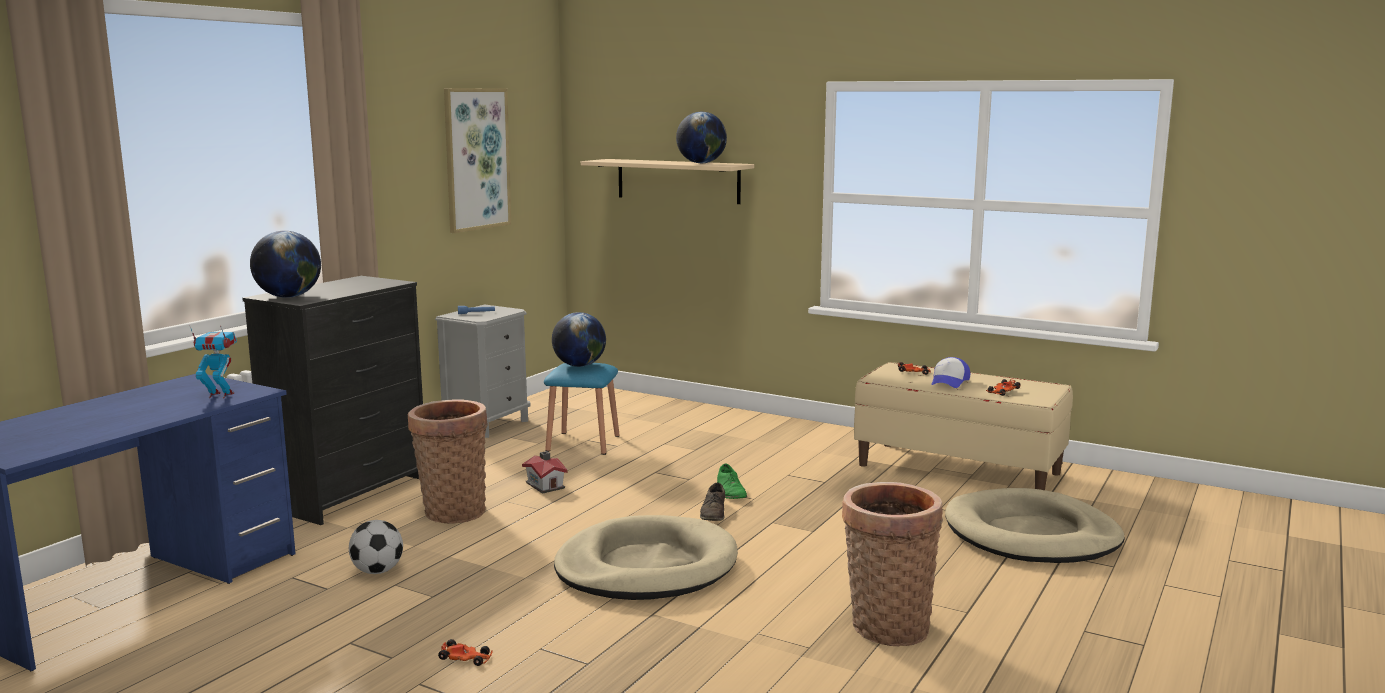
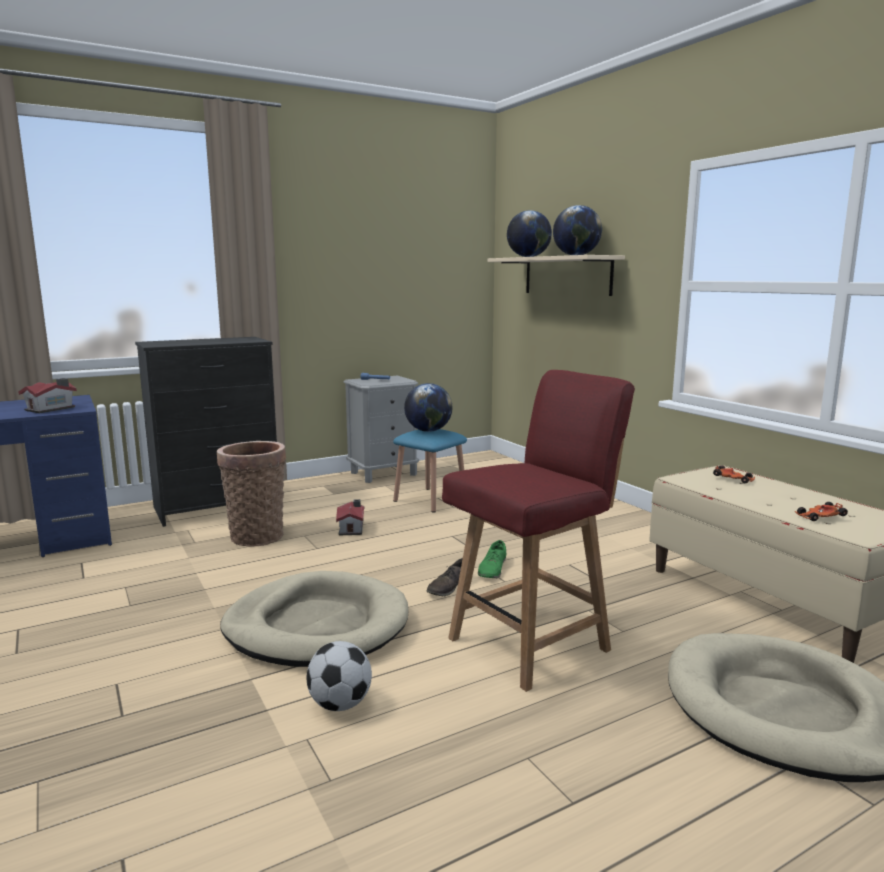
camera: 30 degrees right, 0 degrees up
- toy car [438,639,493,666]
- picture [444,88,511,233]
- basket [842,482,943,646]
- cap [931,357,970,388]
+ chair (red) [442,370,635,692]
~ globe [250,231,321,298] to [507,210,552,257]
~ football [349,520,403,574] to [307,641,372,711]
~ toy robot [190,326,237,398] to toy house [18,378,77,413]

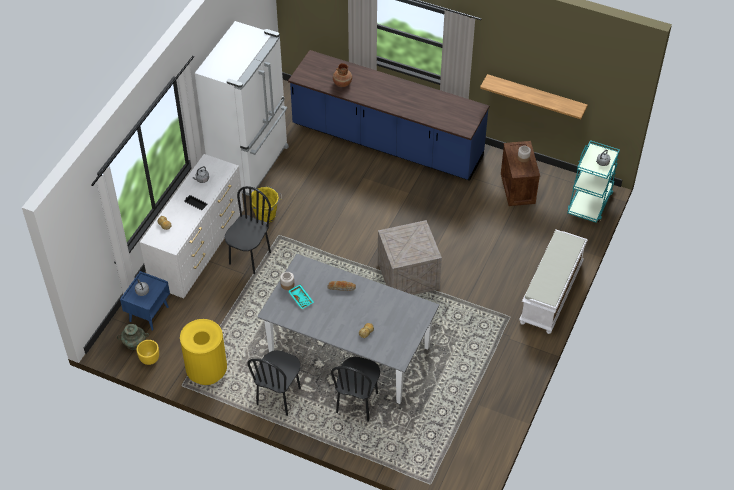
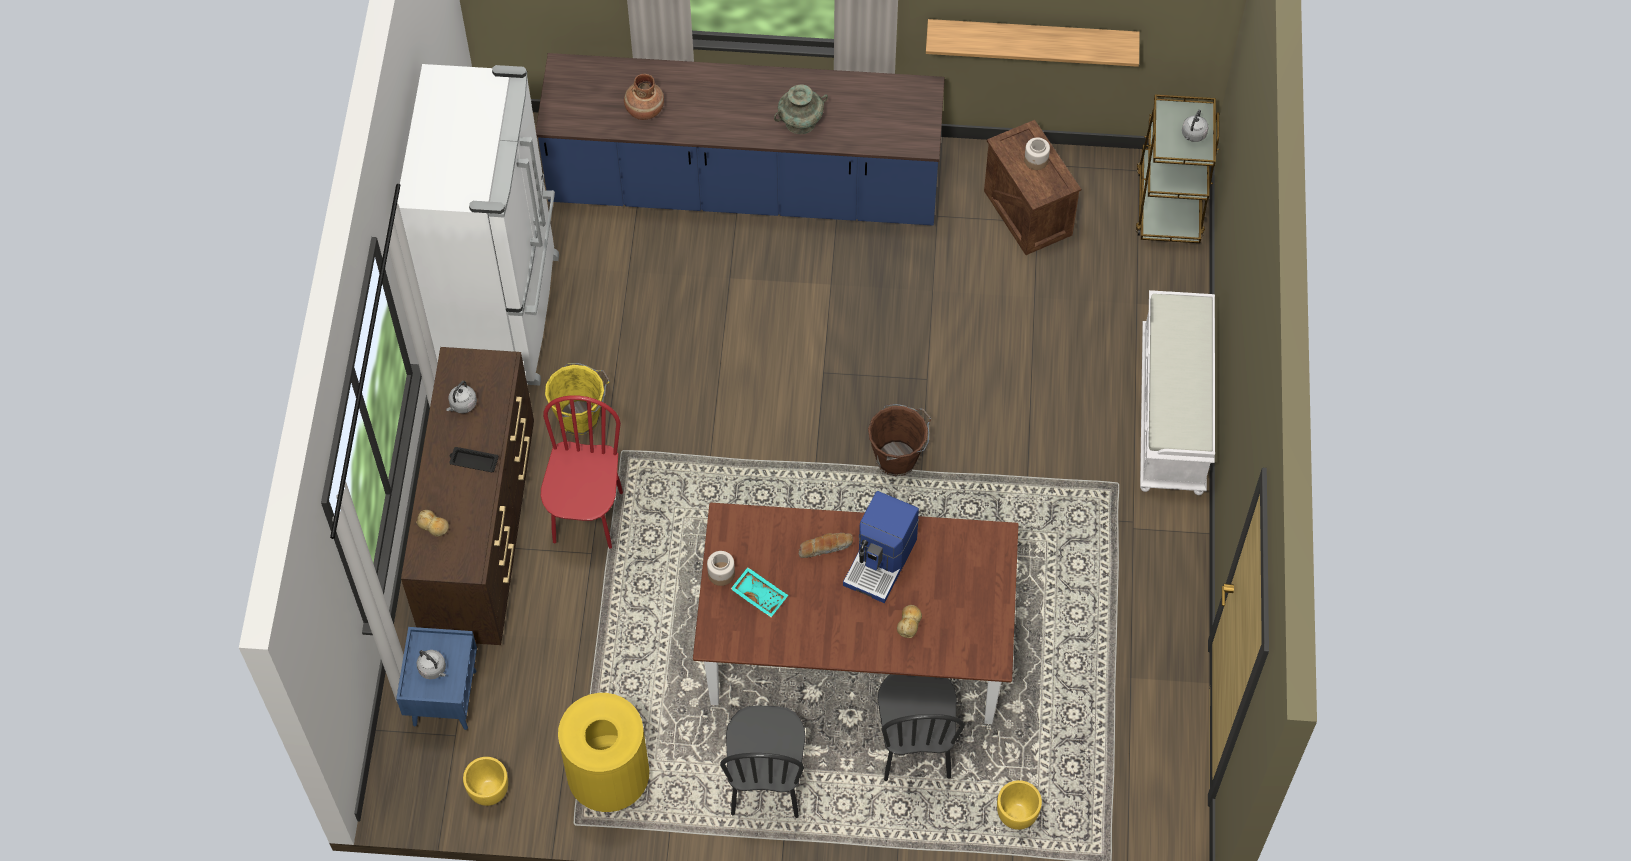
camera: 20 degrees left, 10 degrees up
+ coffee machine [843,491,919,603]
+ planter (yellow) [997,780,1042,830]
~ vase (turquoise) [117,324,149,350] to [774,84,828,134]
~ crate [378,220,442,295] to bucket (brown) [868,404,931,477]
~ dresser (white) [140,154,244,298] to dresser (brown) [401,347,534,645]
~ chair (black) [225,186,271,274] to chair (red) [541,395,623,549]
~ dining table (grey) [257,254,440,404] to dining table (brown) [693,503,1018,724]
~ cart (turquoise) [567,140,620,223] to cart (brown) [1136,95,1219,243]

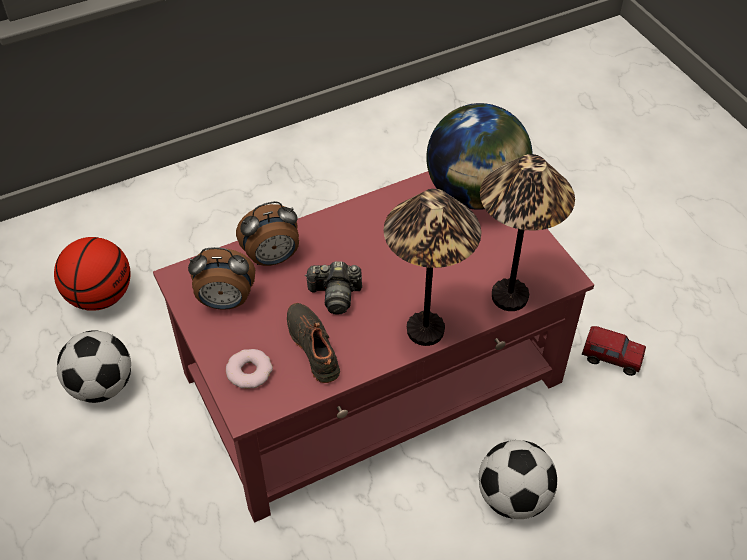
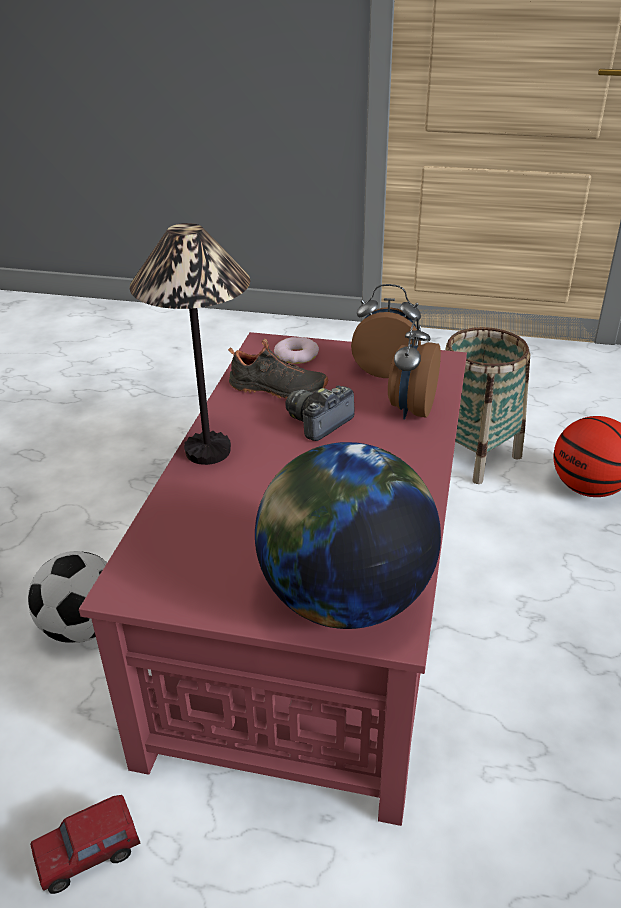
camera: 130 degrees right, 15 degrees down
- table lamp [480,154,575,311]
~ football [57,330,131,403] to basket [445,327,530,484]
~ alarm clock [188,247,255,310] = [351,284,421,378] 60 degrees clockwise

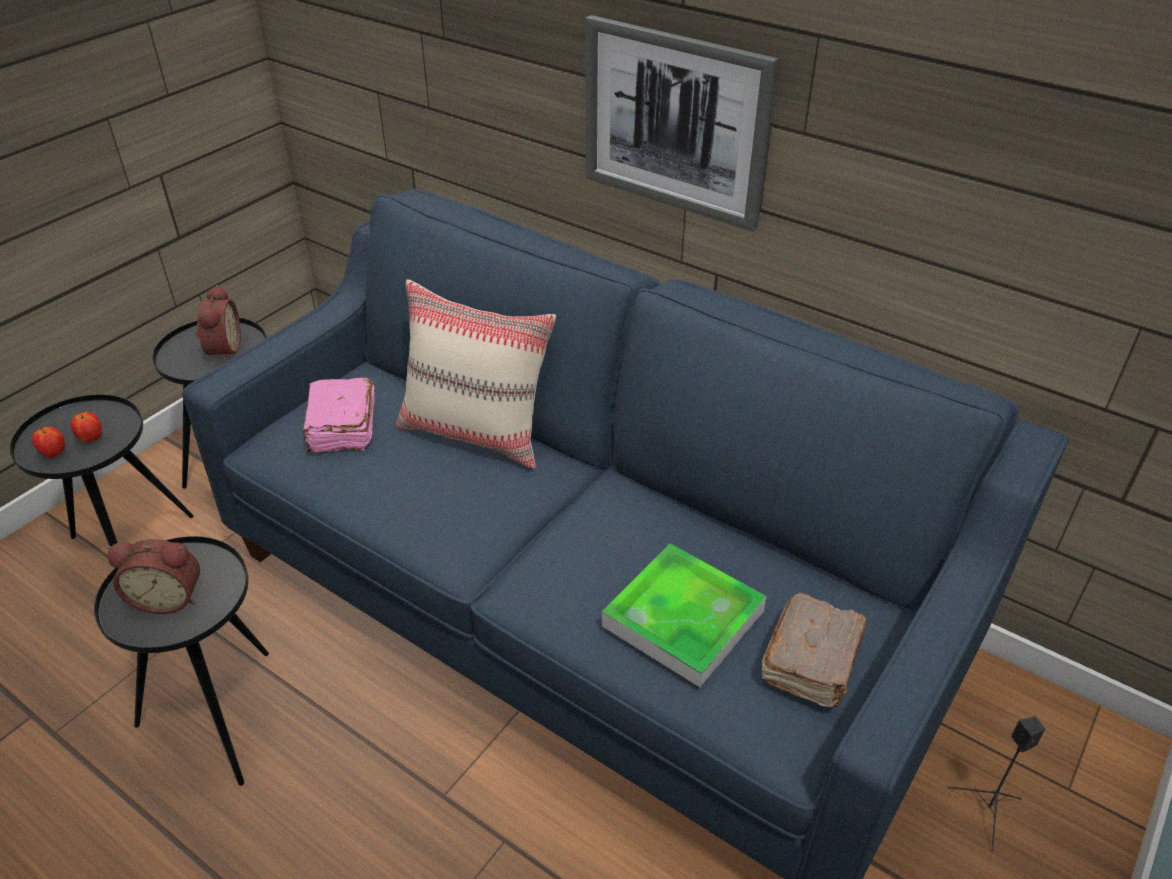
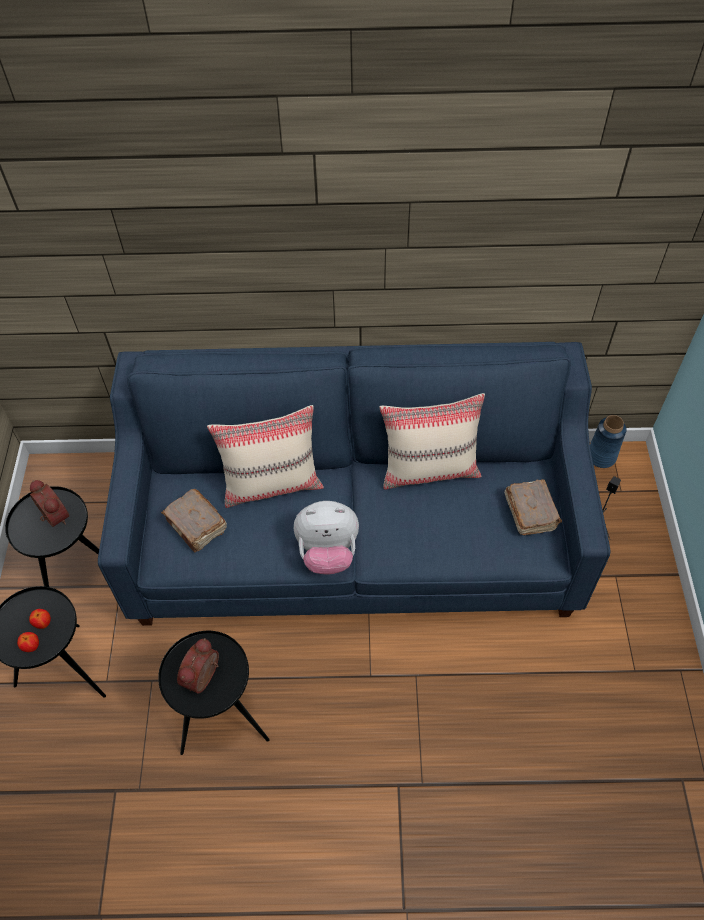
camera: 35 degrees left, 15 degrees up
- picture [586,15,779,232]
- tray [602,543,767,687]
+ plush toy [294,501,359,575]
+ pillow (beige) [379,393,485,490]
+ vase (blue) [590,415,627,468]
~ book (pink) [303,378,375,453] to book (brown) [161,489,227,552]
~ alarm clock [108,539,200,614] = [177,638,219,693] 150 degrees clockwise

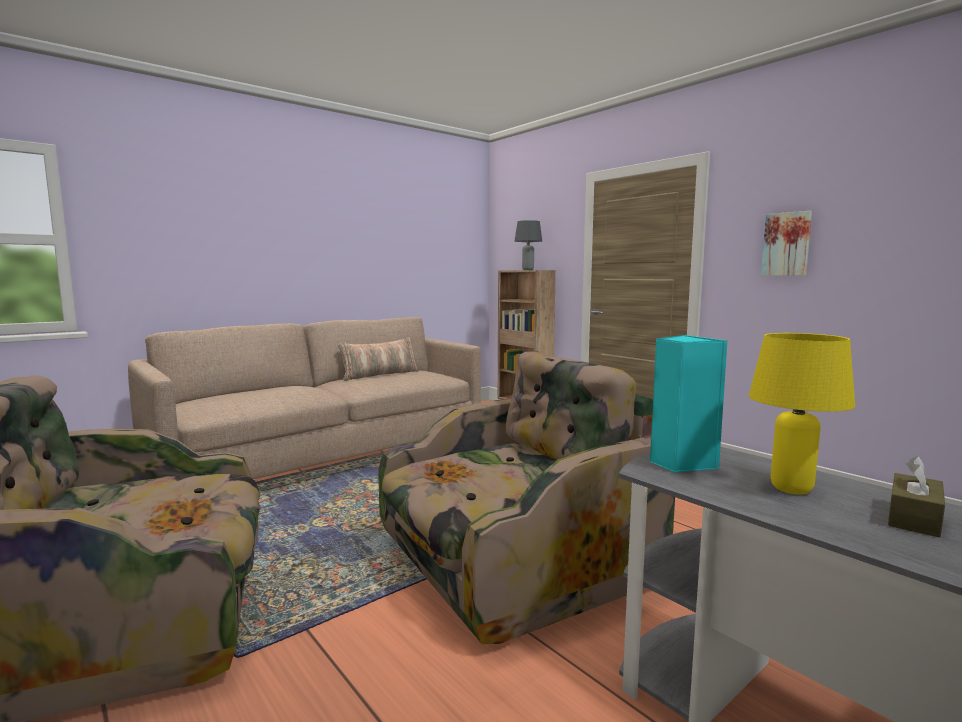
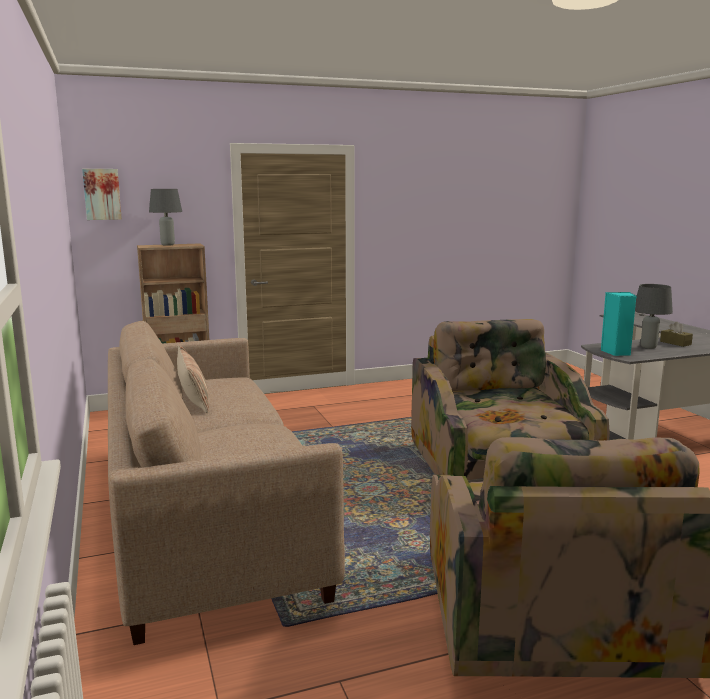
camera: 70 degrees left, 5 degrees up
~ picture [761,211,812,276] to [82,169,122,220]
~ table lamp (yellow) [749,333,855,495] to table lamp (grey) [635,284,673,349]

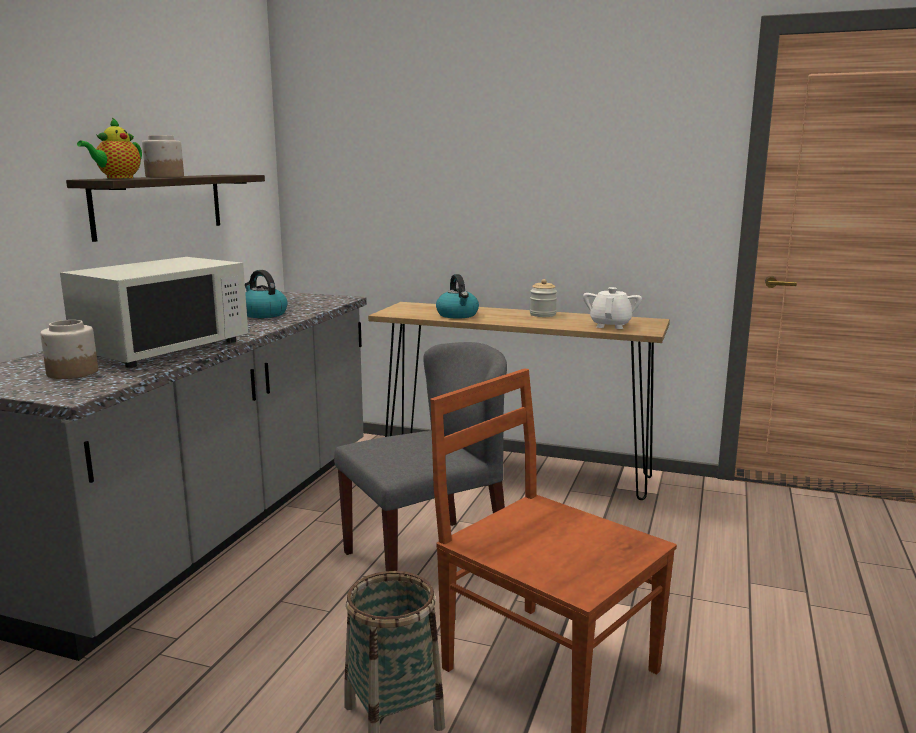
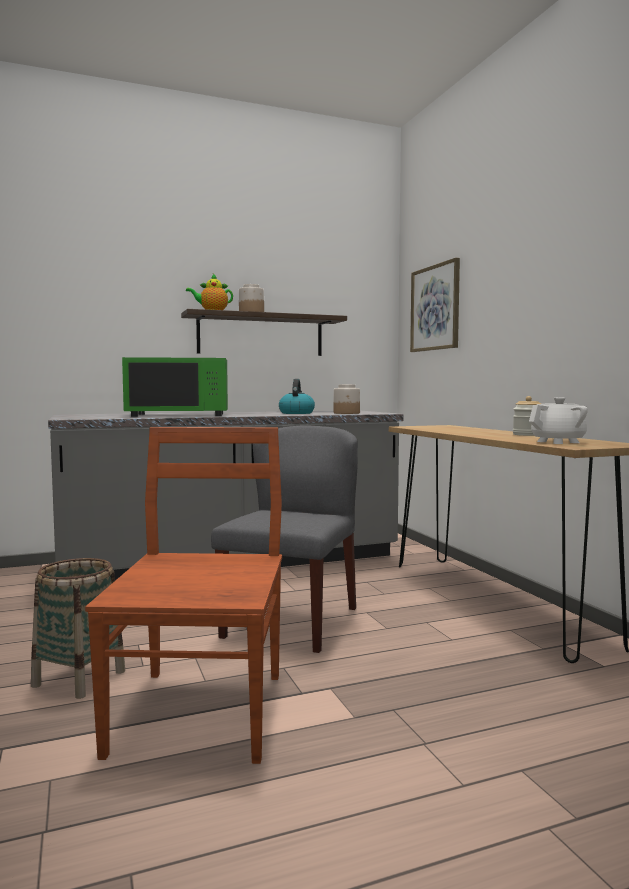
camera: 50 degrees right, 10 degrees down
- kettle [436,274,479,319]
+ picture [410,258,460,352]
~ jar [40,320,98,379] to [334,384,360,414]
~ microwave (white) [60,257,248,368] to microwave (green) [122,357,228,417]
~ chair (grey) [334,342,507,571] = [211,425,358,653] 90 degrees counterclockwise

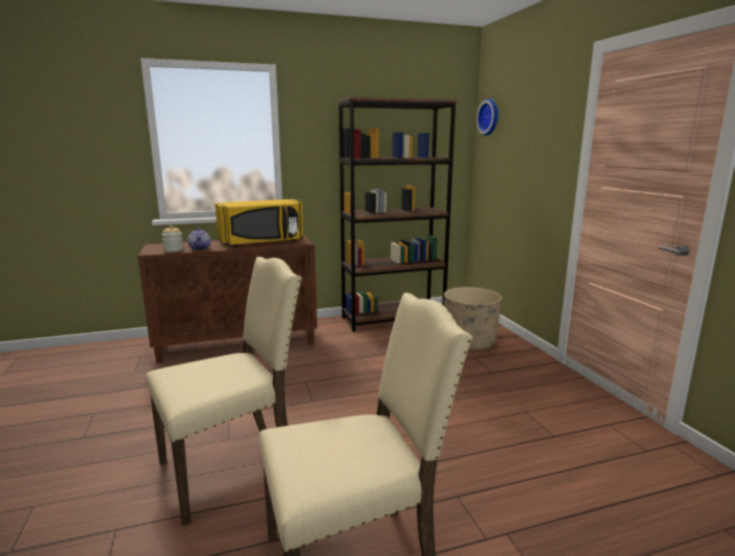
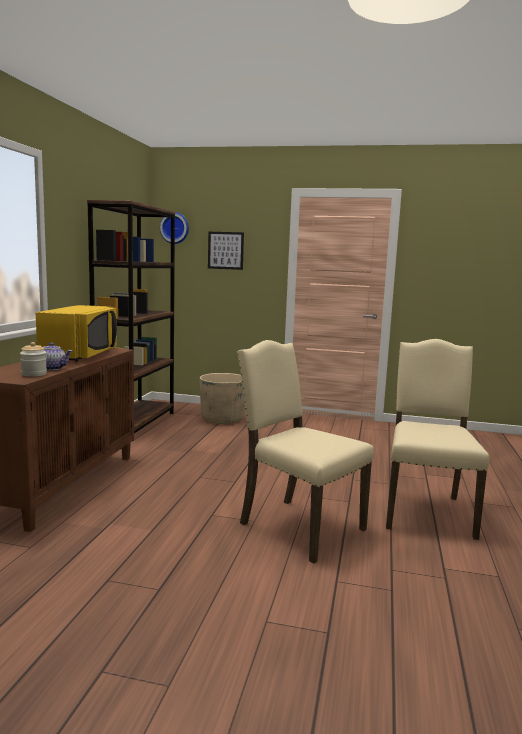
camera: 60 degrees left, 5 degrees down
+ picture [208,232,244,270]
~ chair (beige) [146,257,302,526] = [237,340,374,564] 45 degrees counterclockwise

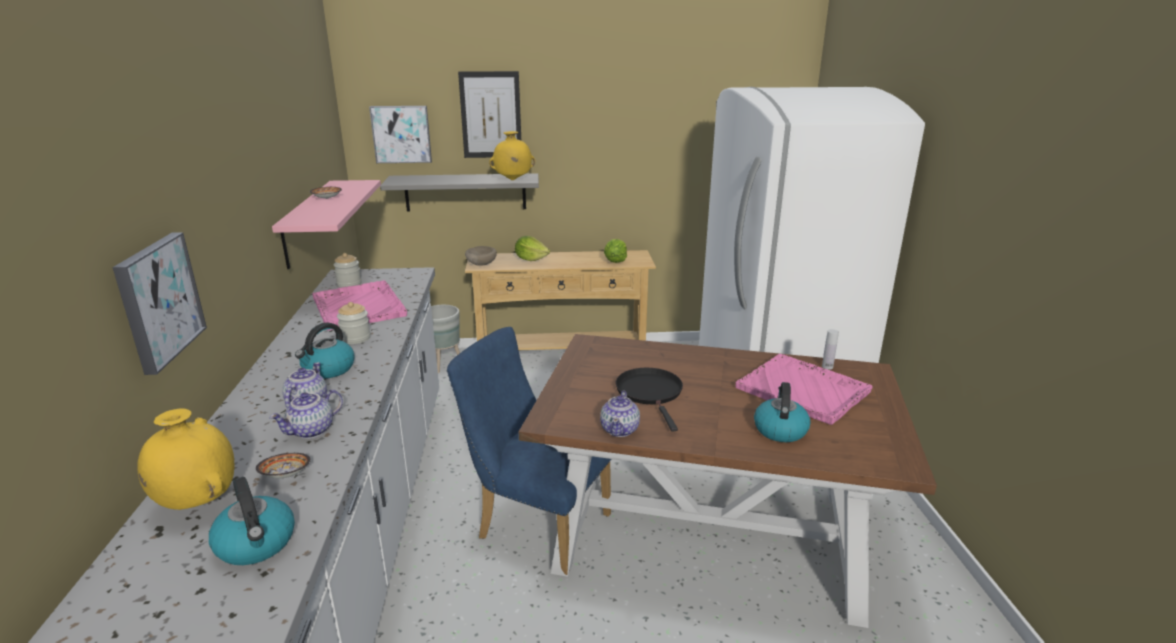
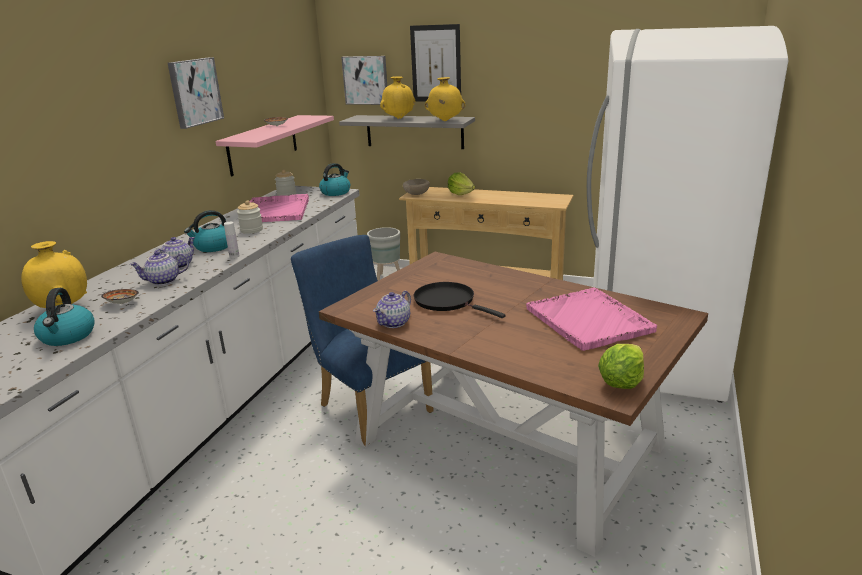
camera: 25 degrees right, 0 degrees up
+ vase (yellow) [380,76,415,119]
~ picture [112,232,207,375] to [168,57,224,129]
~ lettuce [604,239,627,263] to [598,344,644,389]
~ kettle [754,382,810,442] to [319,163,350,196]
~ bottle (white) [822,329,839,370] to [224,222,240,258]
~ frying pan (black) [616,368,683,432] = [414,282,506,318] 60 degrees counterclockwise

